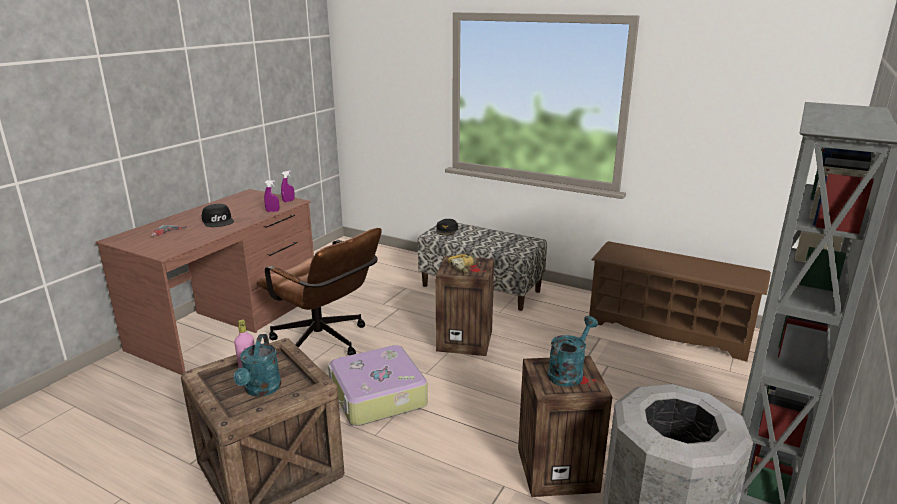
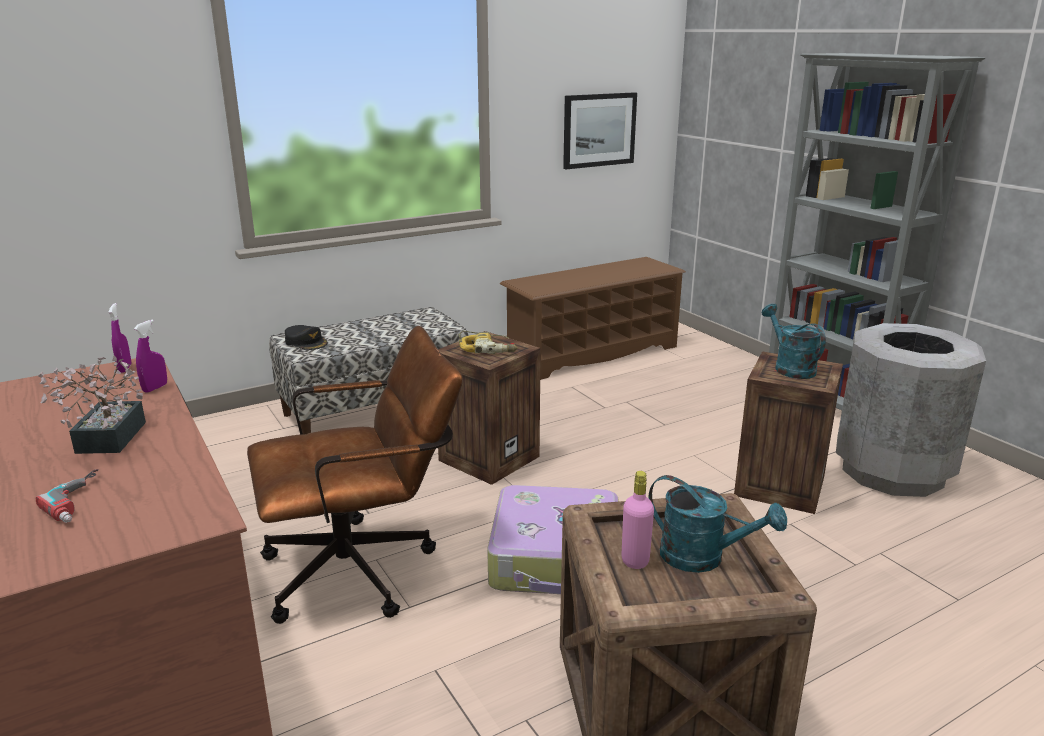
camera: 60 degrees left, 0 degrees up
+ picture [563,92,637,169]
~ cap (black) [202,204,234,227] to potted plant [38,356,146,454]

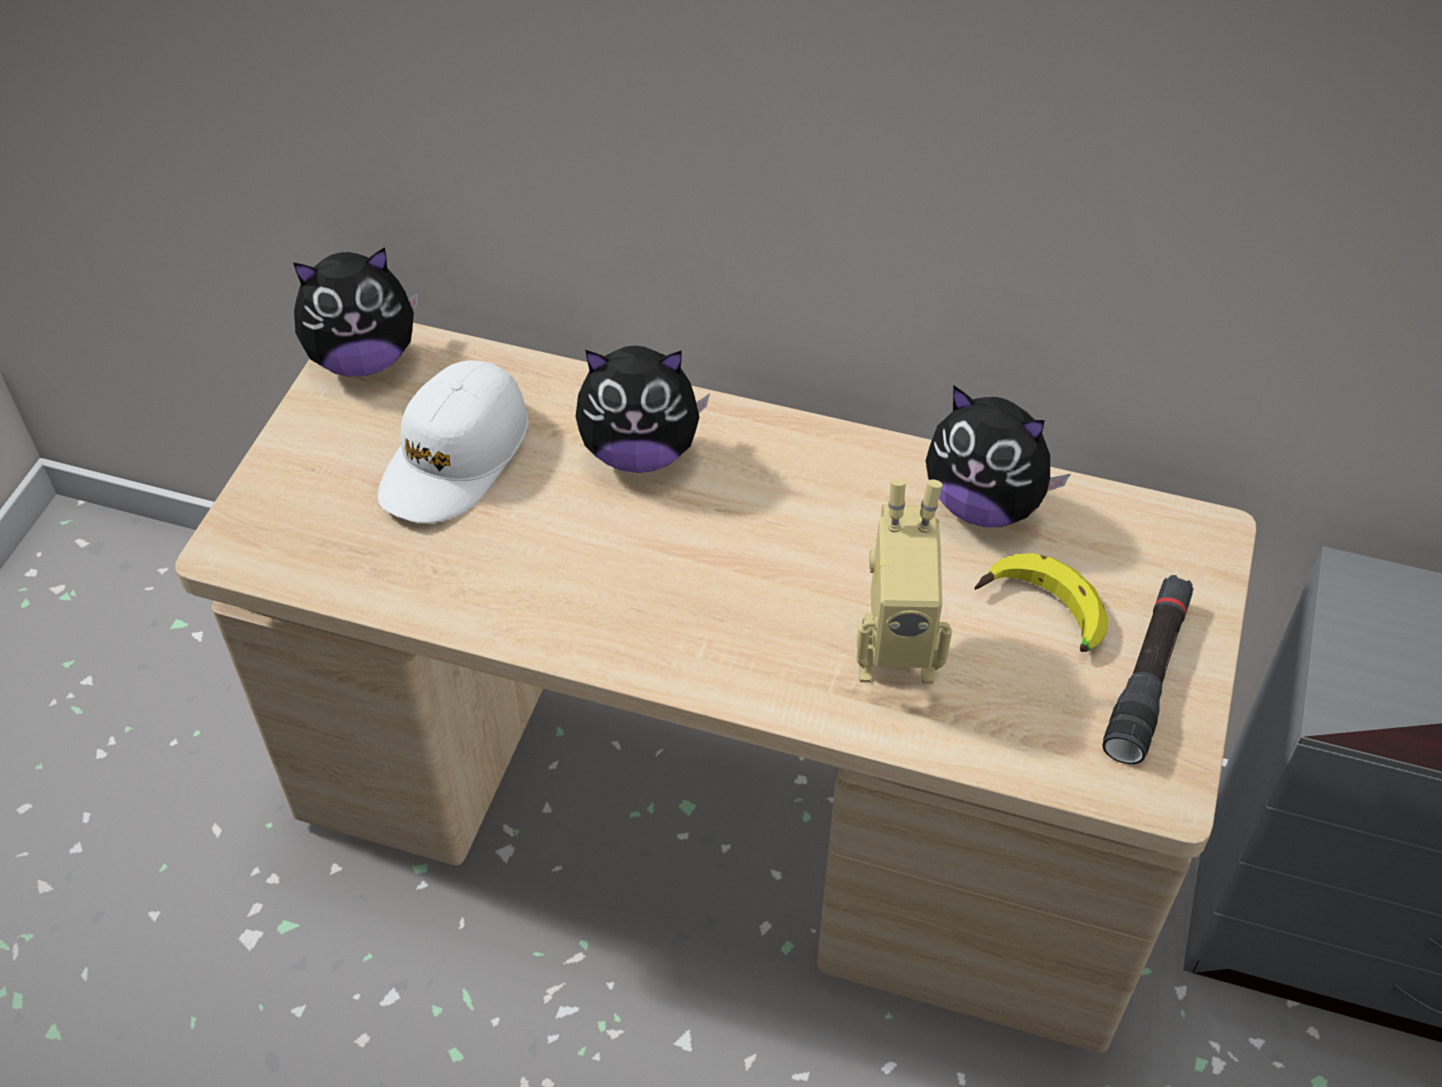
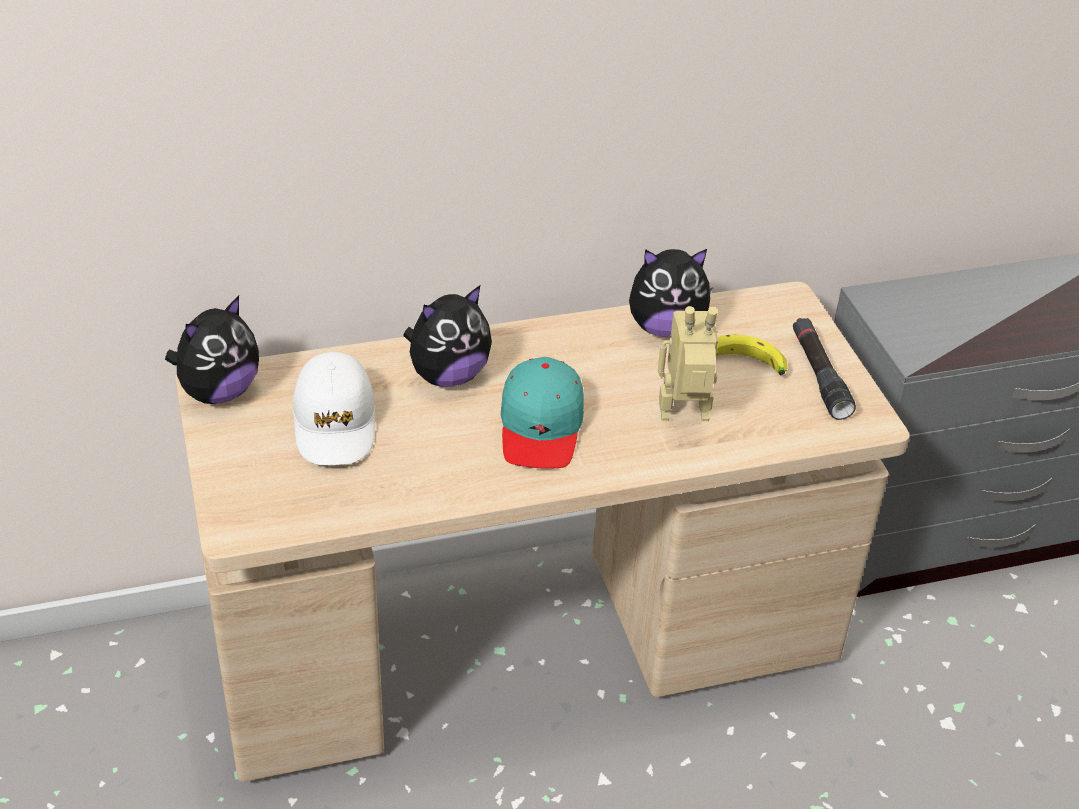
camera: 35 degrees left, 10 degrees down
+ cap (turquoise) [501,357,584,469]
~ toy robot [856,478,952,684] = [658,306,718,421] 150 degrees counterclockwise

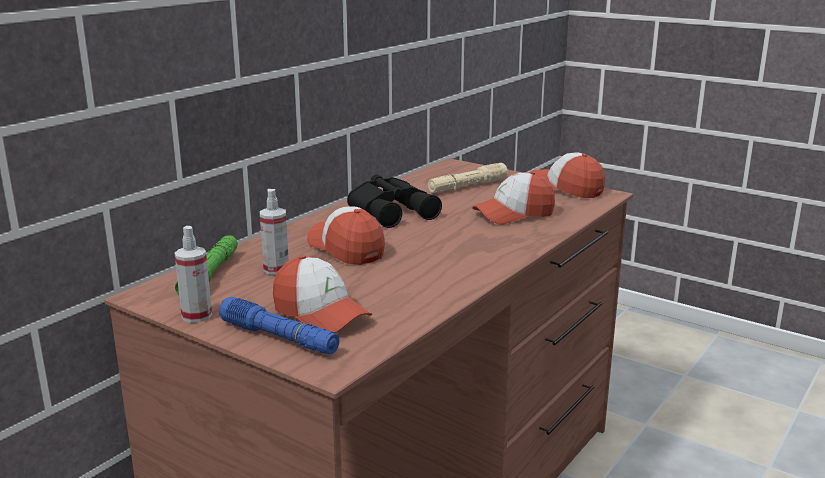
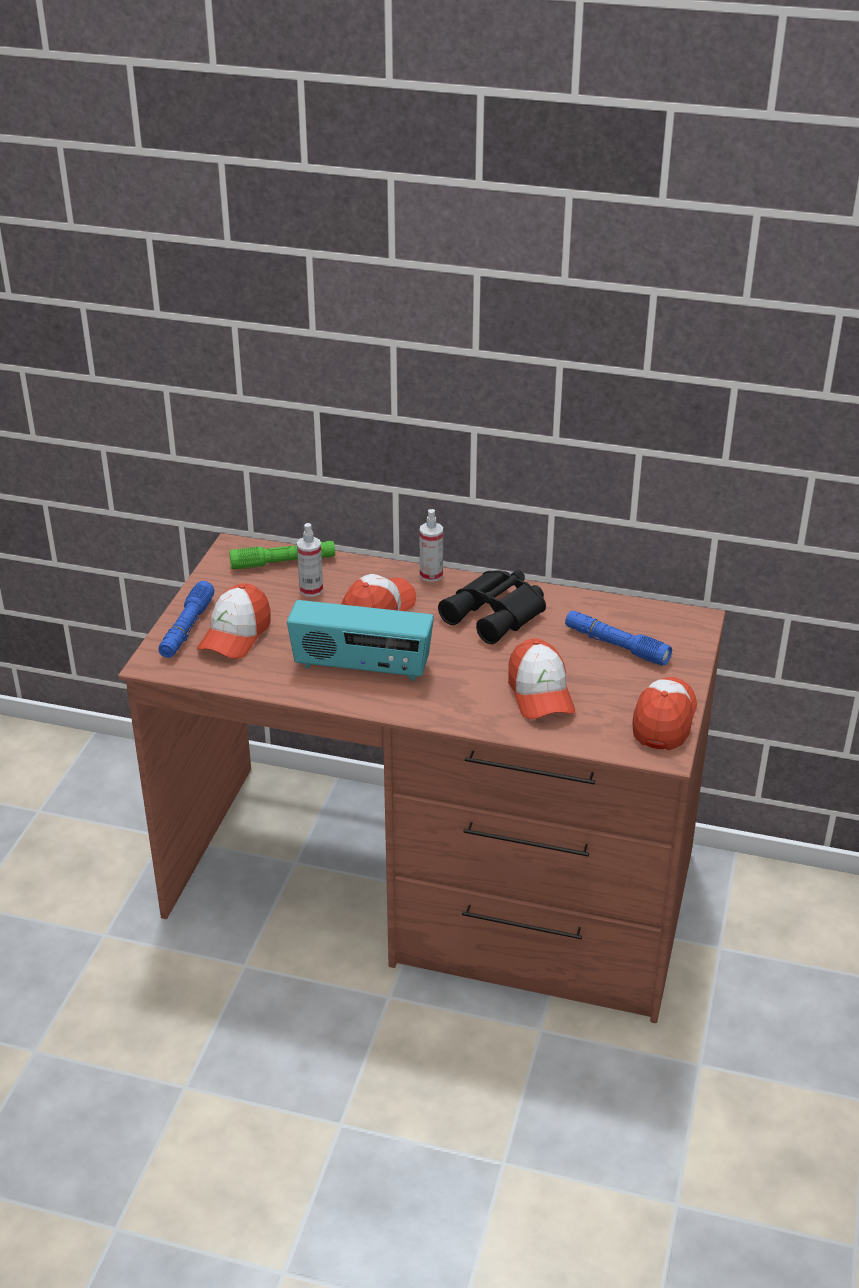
camera: 70 degrees right, 15 degrees up
+ radio [287,600,434,681]
~ spray bottle [174,226,212,323] to [420,509,443,582]
~ flashlight (beige) [428,163,508,193] to flashlight (blue) [565,611,672,666]
~ cap [472,171,555,225] = [508,639,575,719] 150 degrees counterclockwise

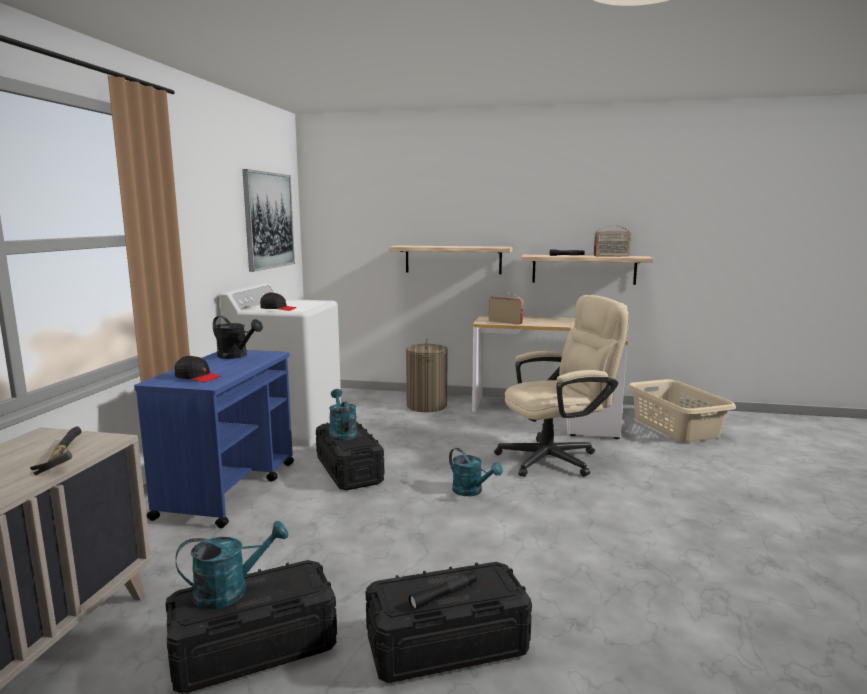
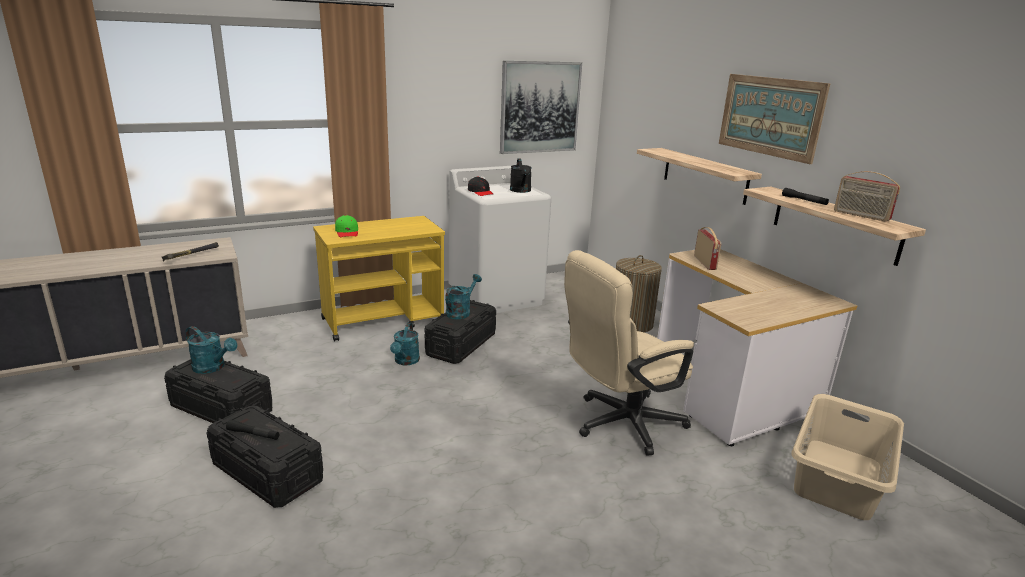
camera: 50 degrees right, 10 degrees up
+ picture [719,74,830,164]
~ watering can (black) [213,316,263,359] to [510,158,531,193]
~ watering can (turquoise) [449,448,503,496] to [390,323,420,366]
~ cart (blue) [134,350,294,528] to cart (yellow) [313,216,445,341]
~ cap (black) [175,355,221,382] to cap (green) [335,215,358,237]
~ office chair (beige) [494,295,629,477] = [564,250,694,456] 120 degrees clockwise

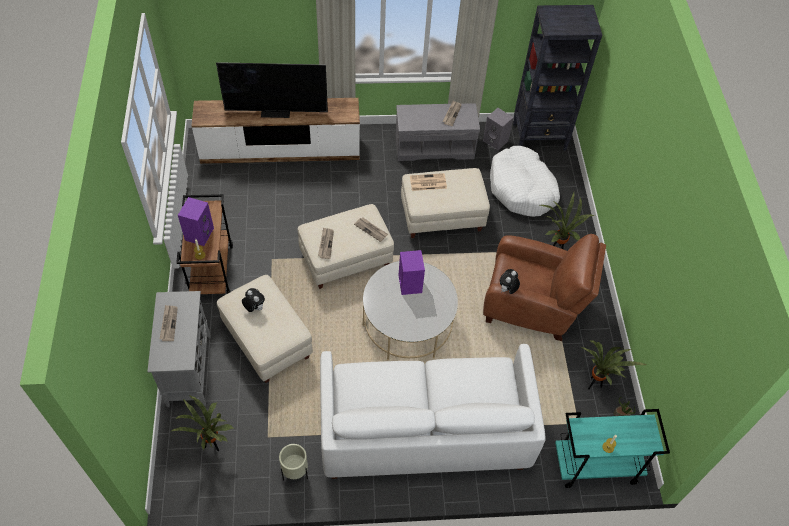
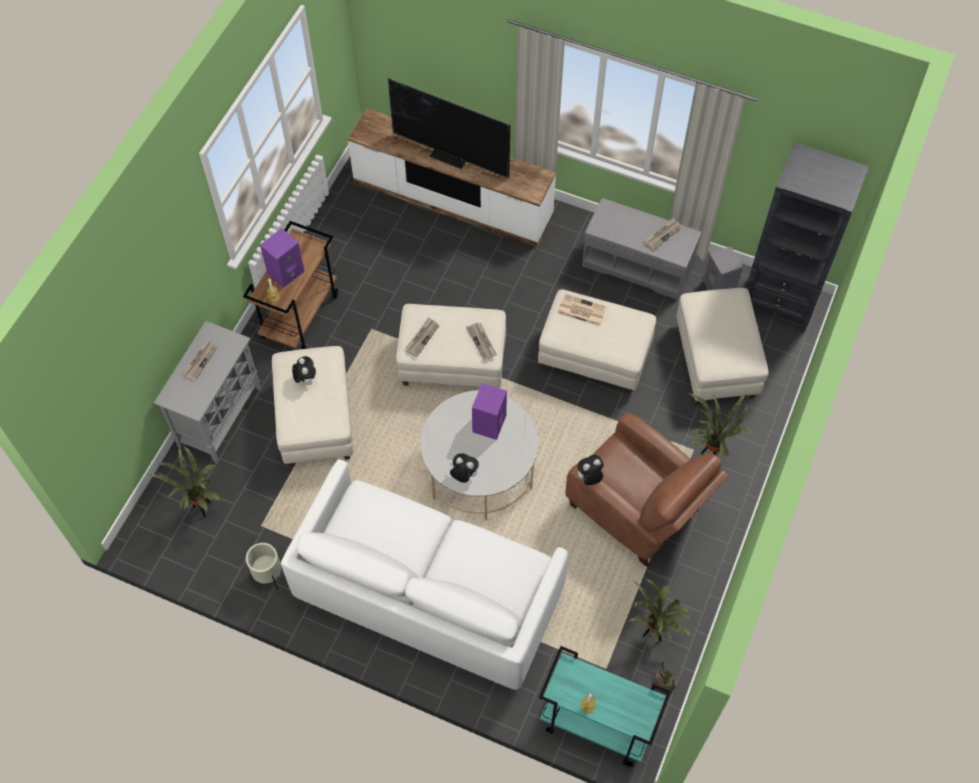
camera: 30 degrees right, 5 degrees up
+ plush toy [450,454,479,483]
~ dog bed (white) [490,146,560,217] to ottoman (beige) [676,288,768,405]

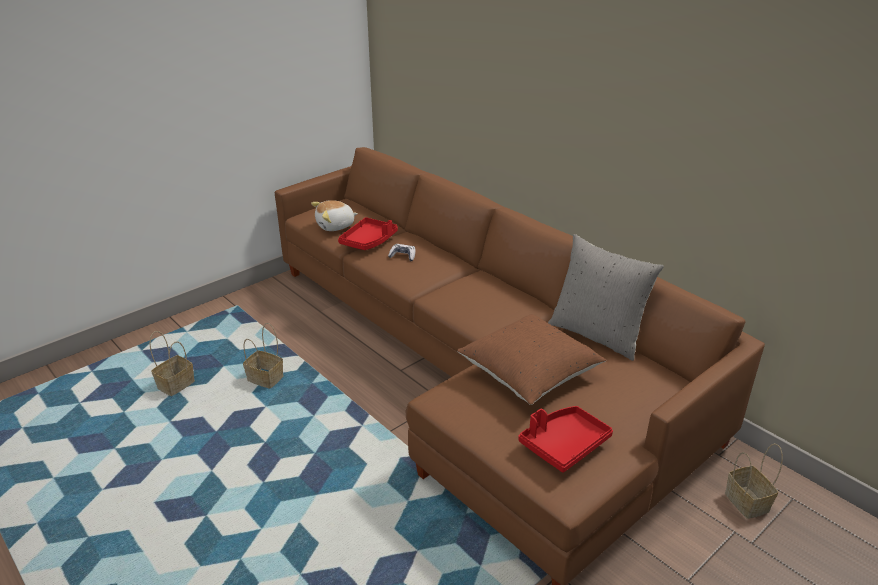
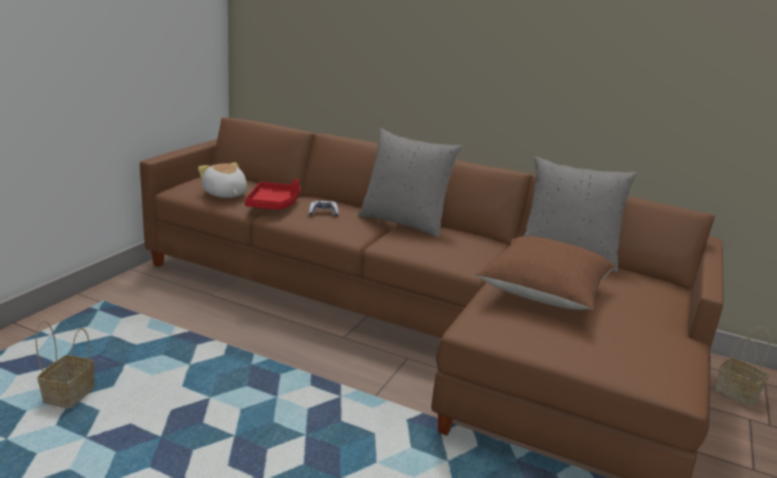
camera: 25 degrees left, 10 degrees down
- basket [243,323,283,389]
- tray (red) [519,406,613,472]
+ pillow (grey) [358,128,462,238]
~ plush toy [311,200,358,231] = [198,163,247,198] 105 degrees clockwise

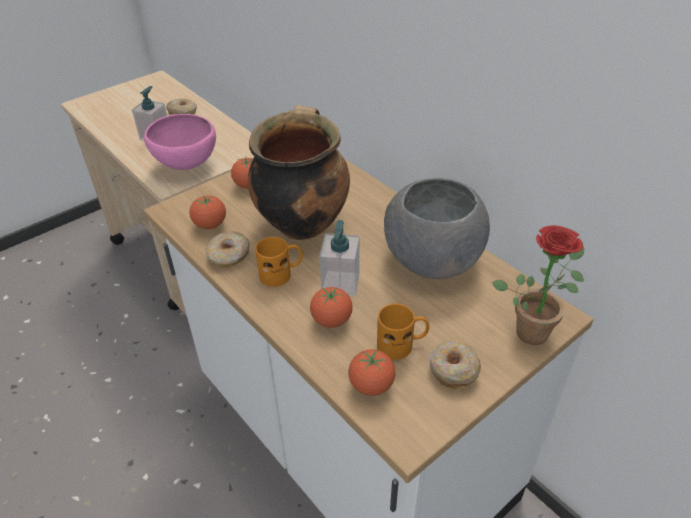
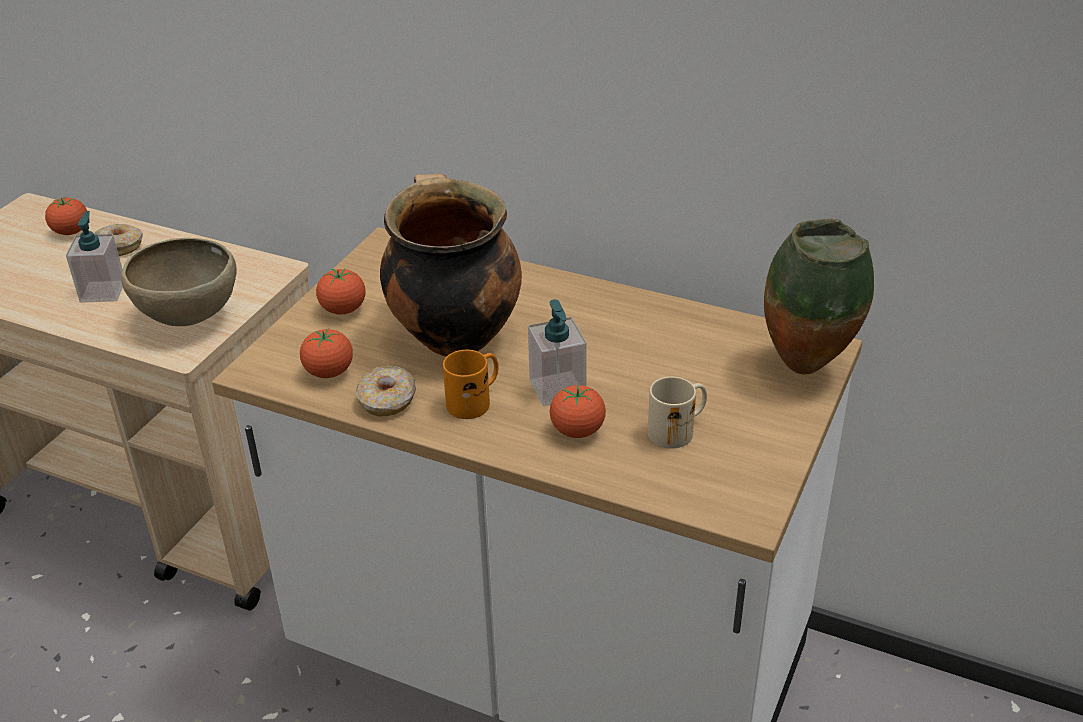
camera: 25 degrees left, 5 degrees down
- bowl (grey) [384,178,490,279]
- donut [429,340,481,389]
~ tomato [348,349,396,396] to [45,197,87,235]
~ potted plant [492,225,584,345] to vase [764,219,874,375]
~ bowl (pink) [144,114,216,170] to bowl (brown) [121,238,236,326]
~ mug (orange) [377,304,429,360] to mug (beige) [648,377,707,449]

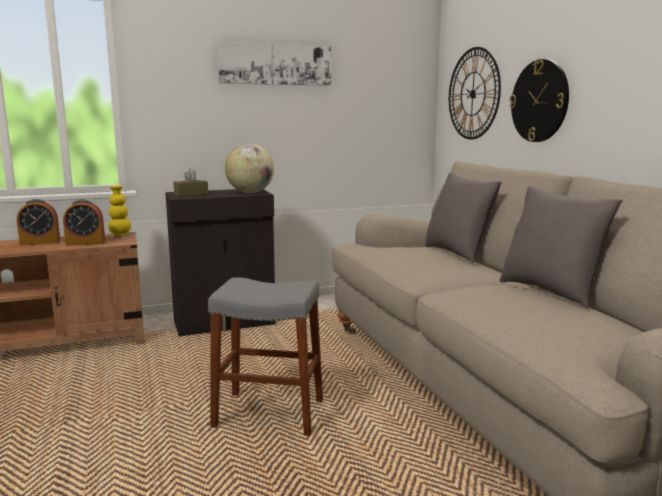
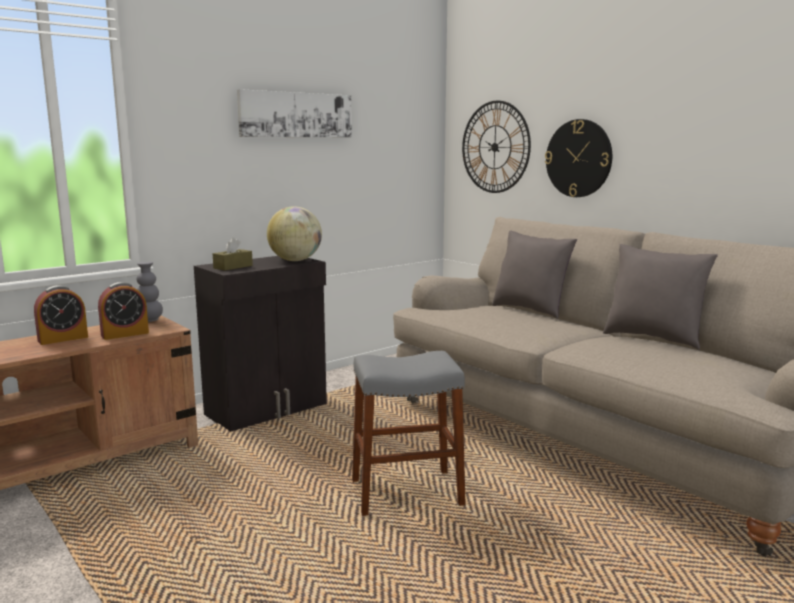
camera: 20 degrees left, 0 degrees up
~ vase (yellow) [108,185,131,236] to vase (grey) [137,261,163,322]

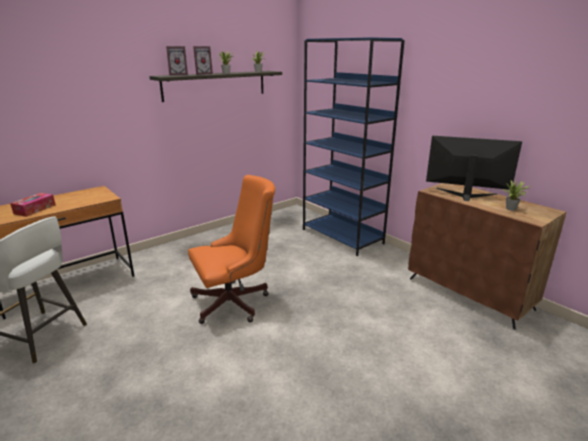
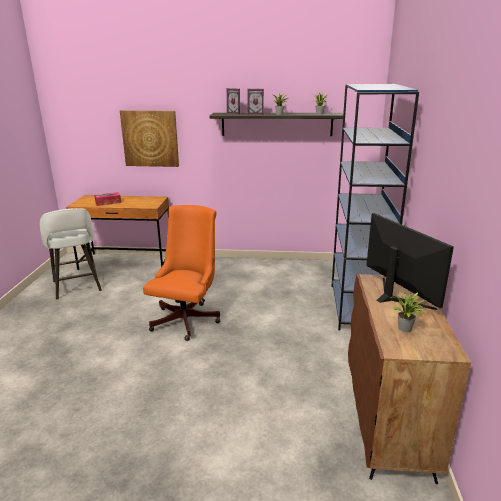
camera: 45 degrees right, 0 degrees up
+ picture [120,110,179,167]
~ office chair (orange) [188,175,275,324] = [143,205,220,341] 90 degrees counterclockwise

